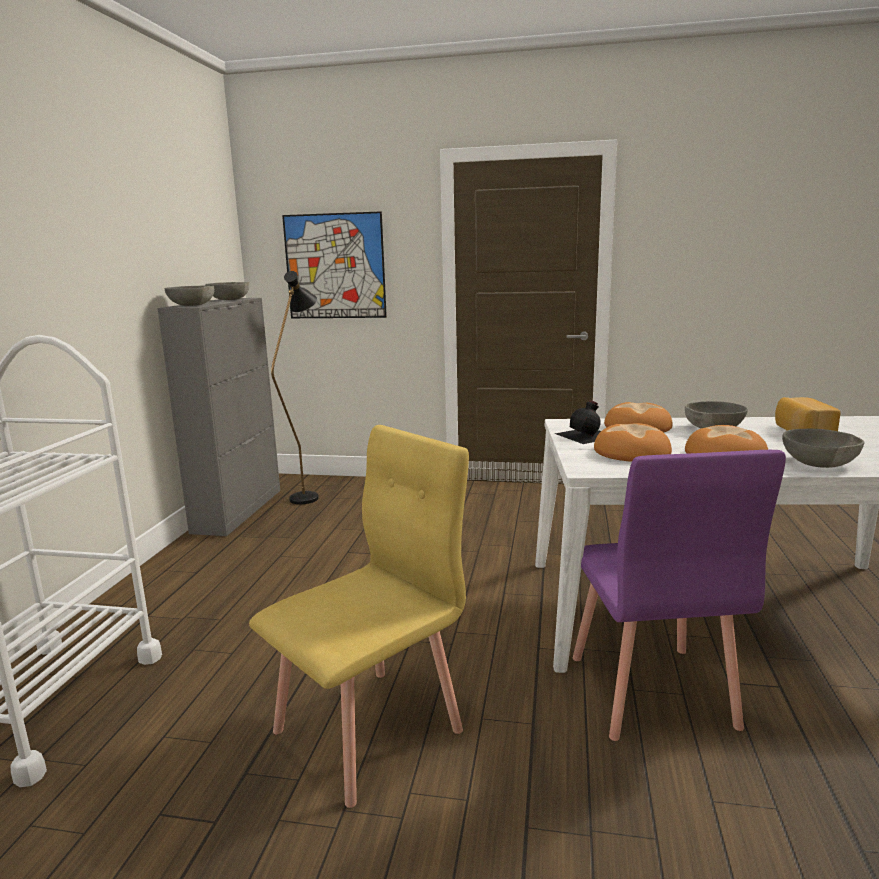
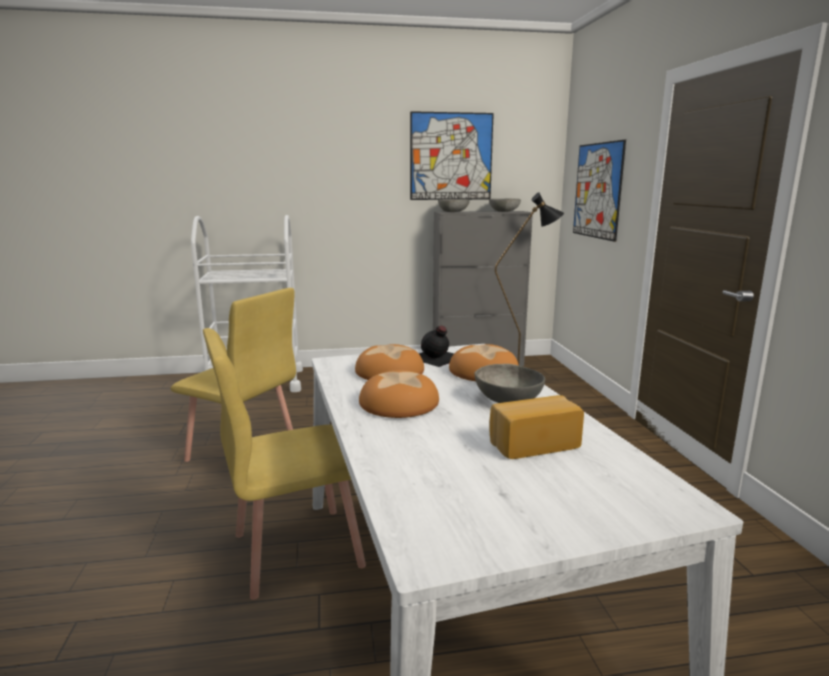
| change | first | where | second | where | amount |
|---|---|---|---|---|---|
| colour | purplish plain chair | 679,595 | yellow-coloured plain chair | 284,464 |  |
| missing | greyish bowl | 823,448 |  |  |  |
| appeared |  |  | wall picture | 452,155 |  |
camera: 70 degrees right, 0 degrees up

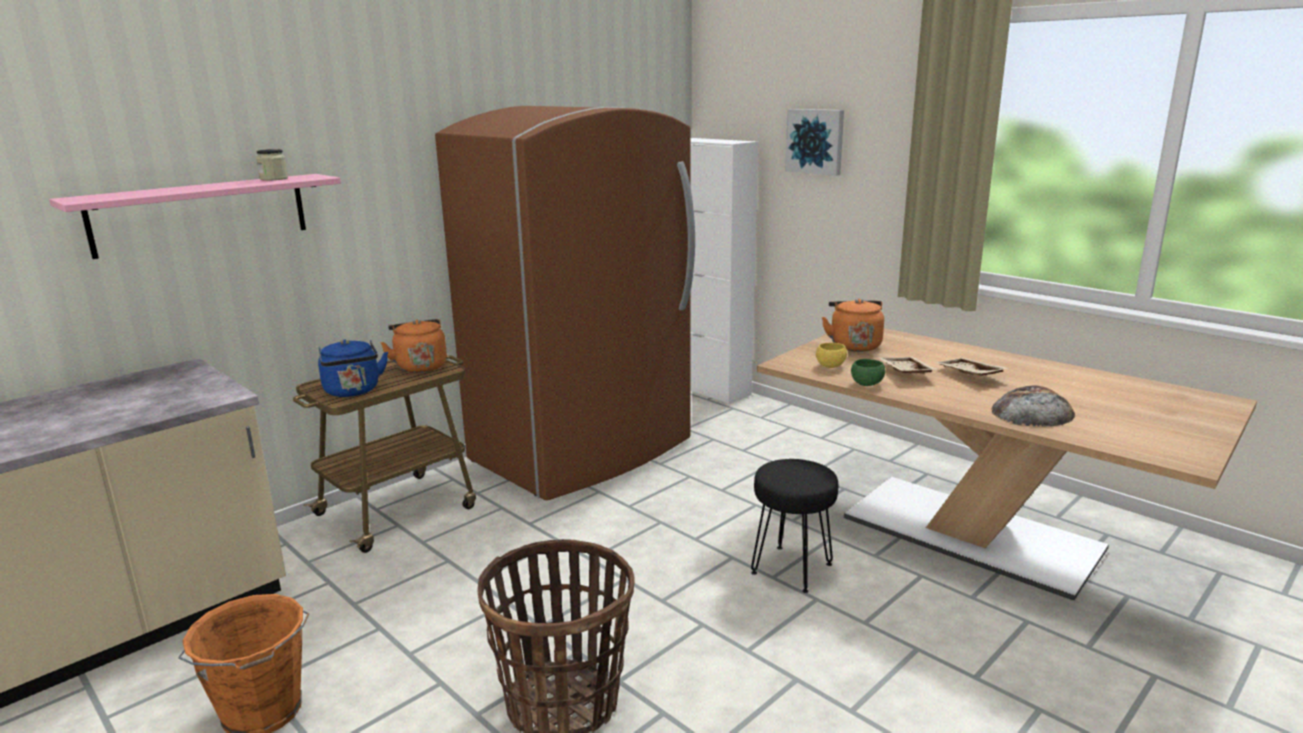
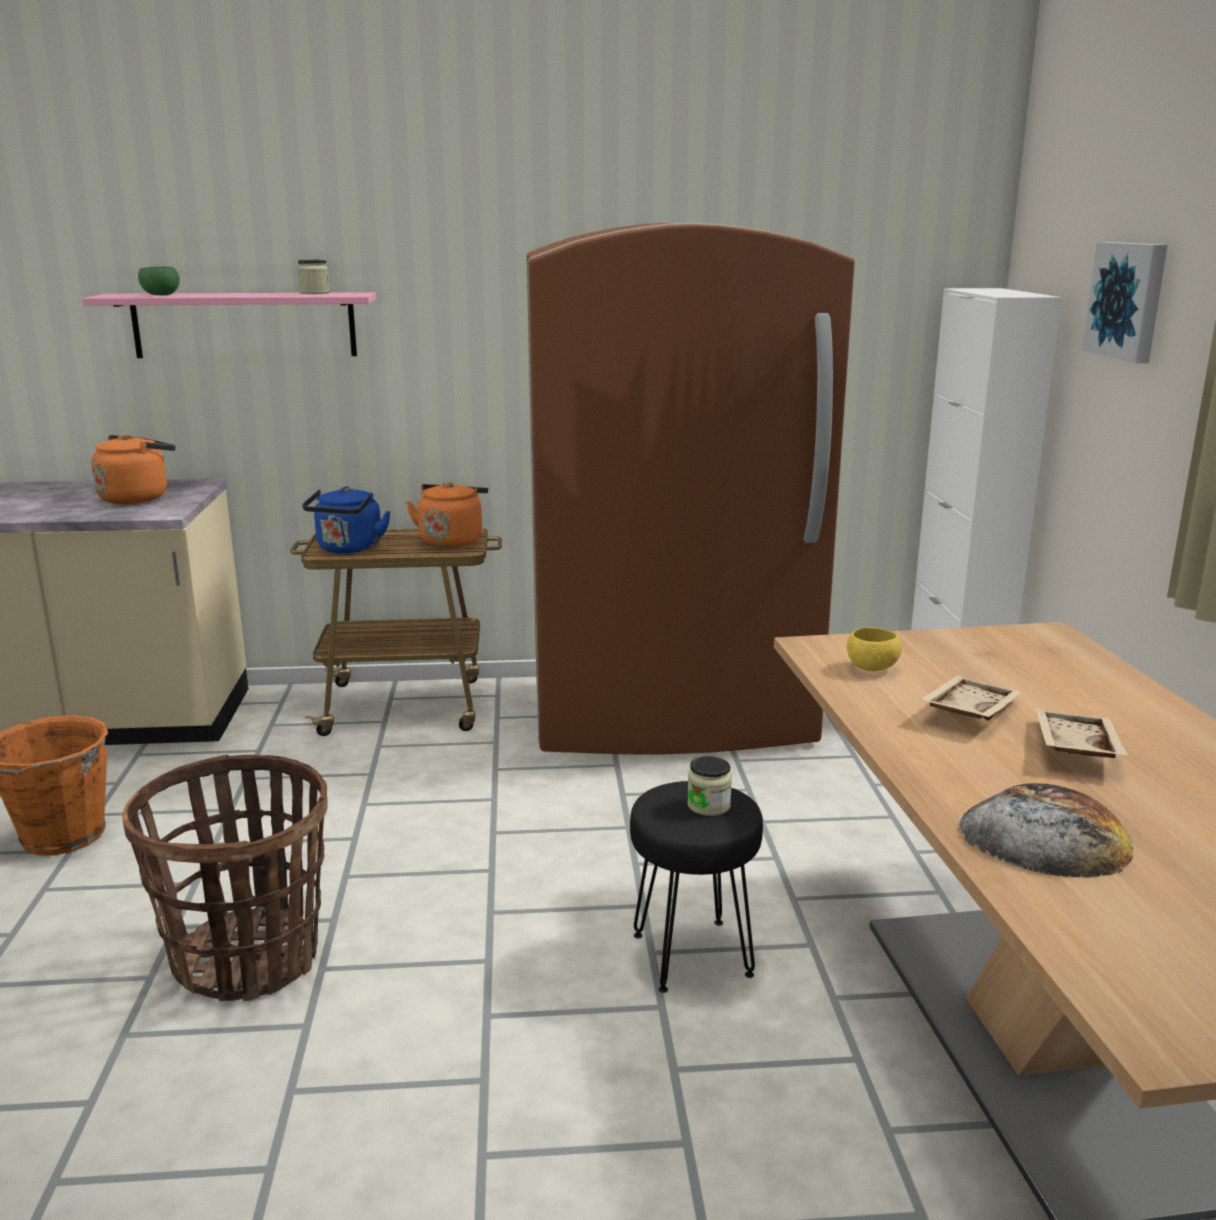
| change | first | where | second | where | amount |
|---|---|---|---|---|---|
| relocated | orange-coloured water kettle | 853,325 |  | 133,469 |  |
| relocated | greenish bowl | 868,372 |  | 159,281 |  |
| appeared |  |  | preserve jar | 709,786 |  |
camera: 40 degrees right, 0 degrees up

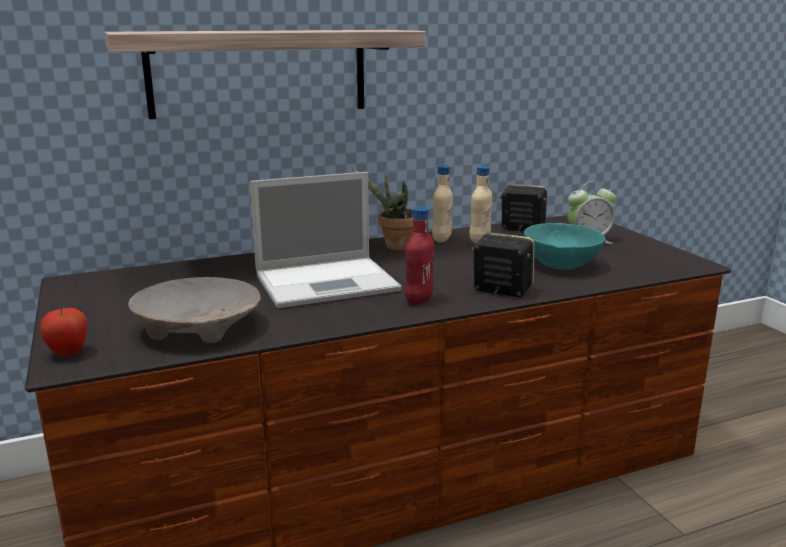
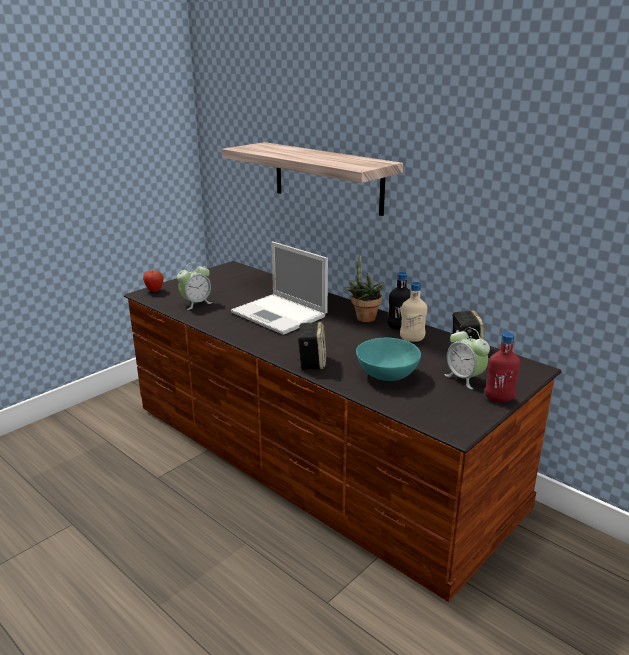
| change | first | where | second | where | amount |
|---|---|---|---|---|---|
| exchanged | sand-coloured bowl | 194,310 | bedside clock | 195,286 |  |
| relocated | reddish drink bottle | 419,255 |  | 502,367 |  |
| colour | sand-coloured drink bottle | 442,204 | black-coloured drink bottle | 399,300 |  |
camera: 65 degrees right, 5 degrees up

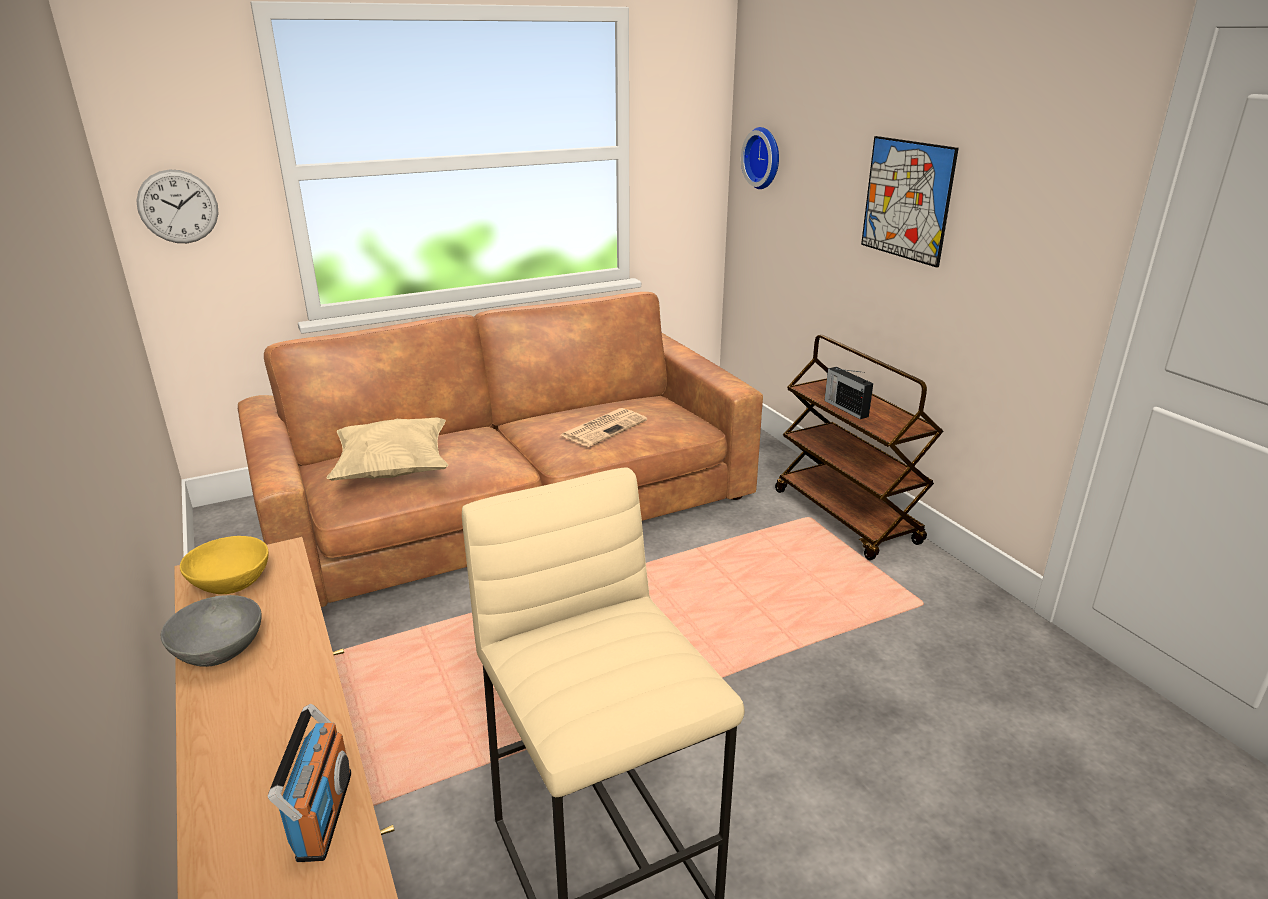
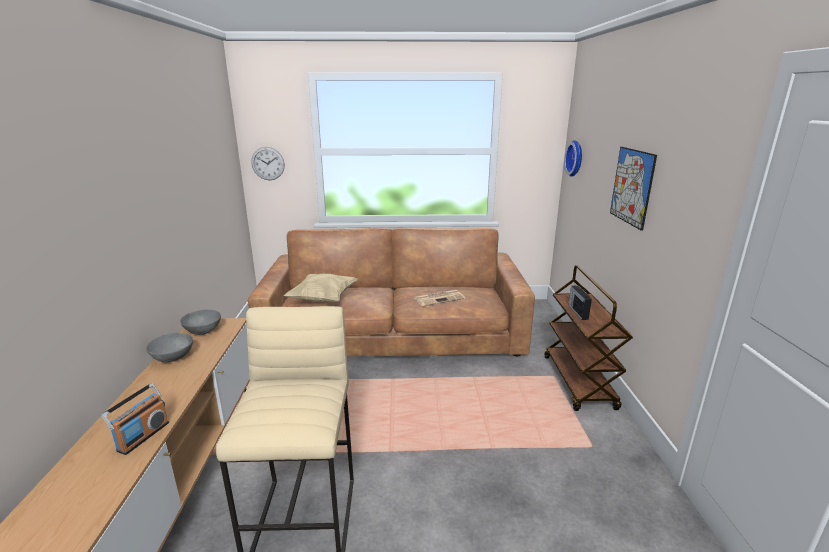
| change | first | where | second | where | amount |
|---|---|---|---|---|---|
| colour | yellow-coloured bowl | 224,565 | greyish bowl | 200,322 |  |
camera: 25 degrees right, 5 degrees down

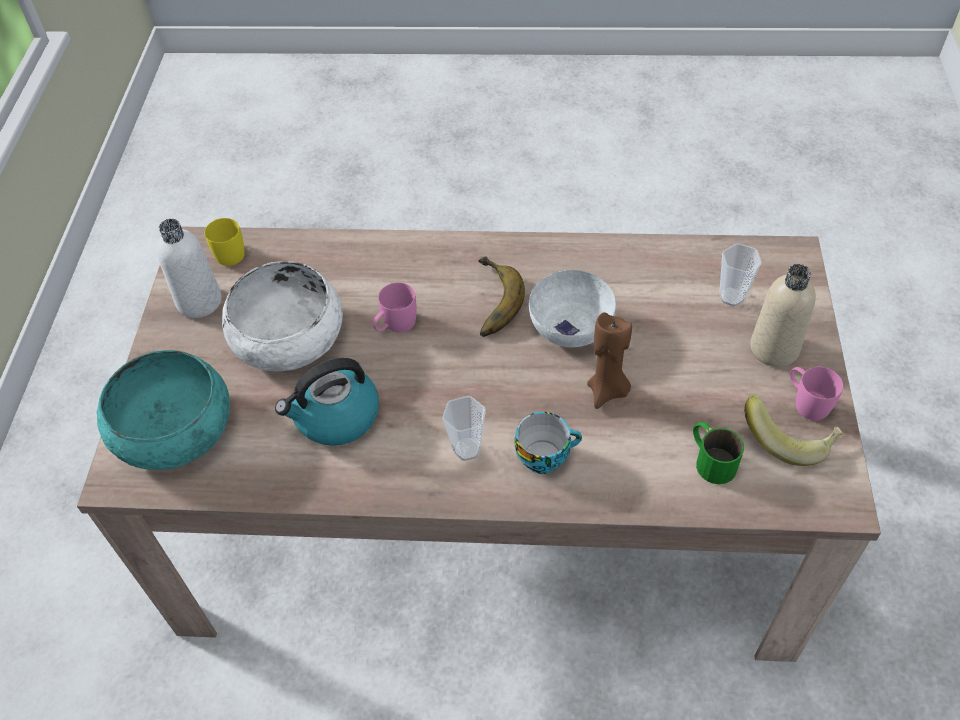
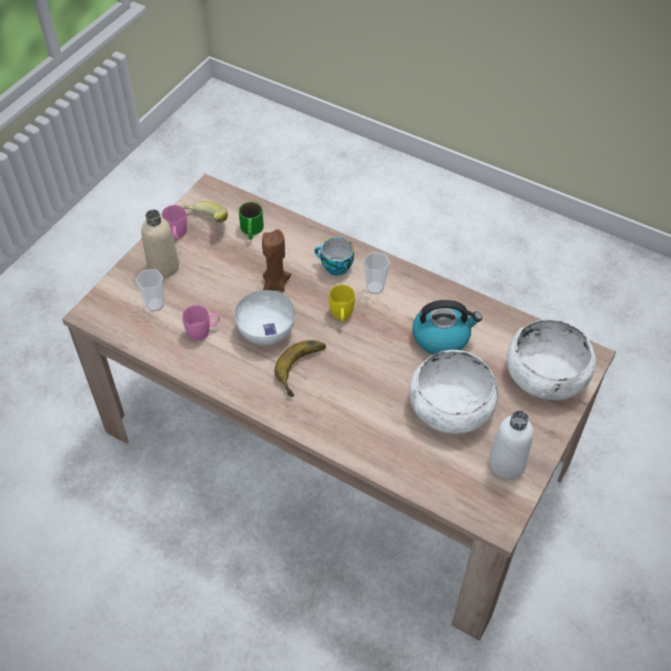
| change | first | where | second | where | amount |
|---|---|---|---|---|---|
| colour | turquoise bowl | 163,410 | whitish bowl | 551,359 |  |
| relocated | yellow-coloured mug | 225,242 |  | 342,304 |  |
| relocated | pink mug | 395,307 |  | 201,323 |  |
camera: 155 degrees left, 0 degrees up

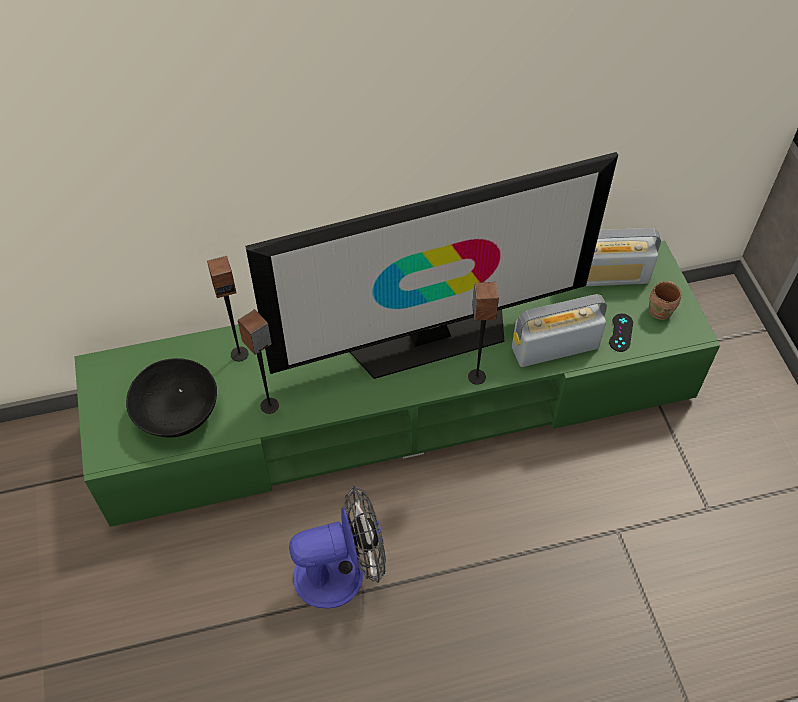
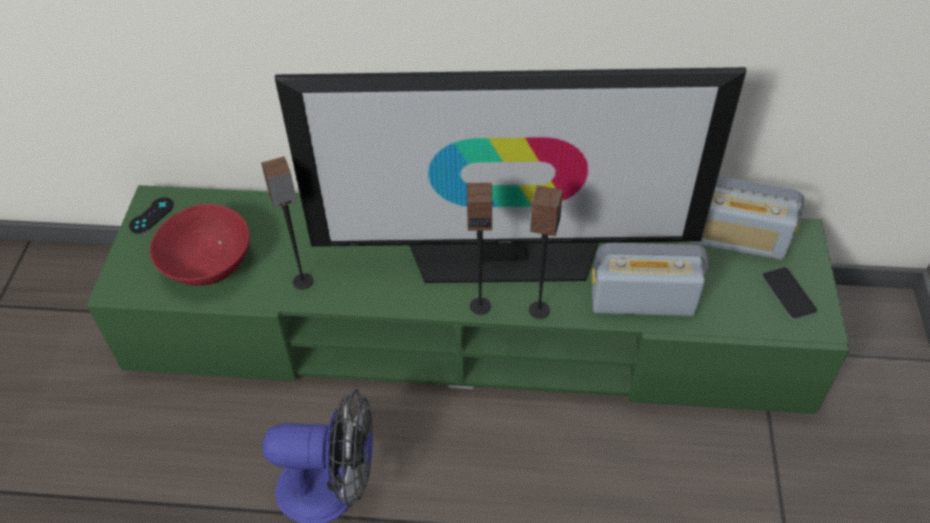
| change | first | where | second | where | amount |
|---|---|---|---|---|---|
| colour | black-coloured bowl | 171,398 | reddish bowl | 200,245 |  |
| relocated | audio speaker | 228,308 |  | 479,248 |  |
| relocated | black-coloured gamepad | 621,333 |  | 151,215 |  |
| exchanged | brown mug | 665,300 | handset | 789,293 |  |
camera: 20 degrees right, 5 degrees down

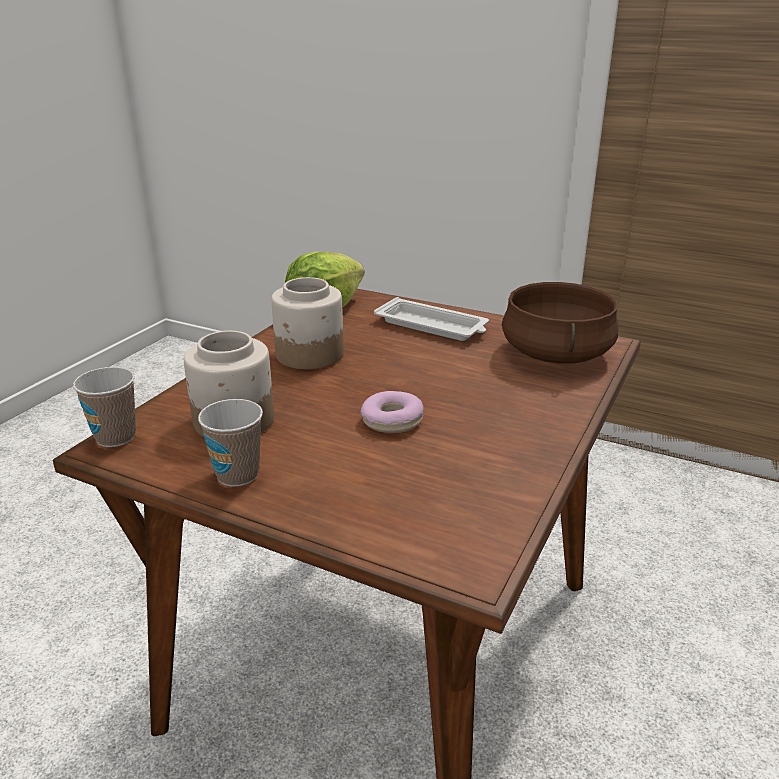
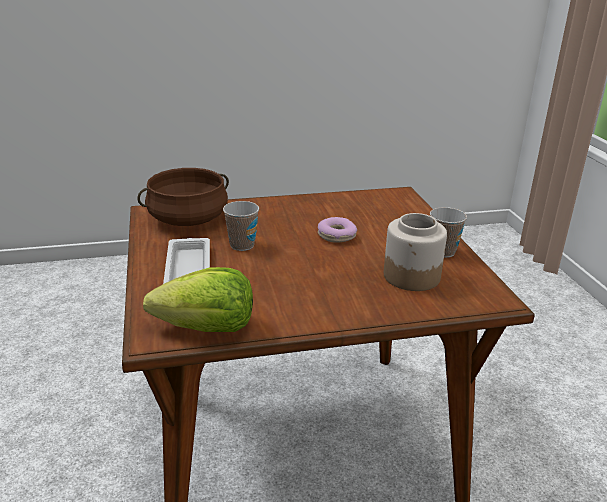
| change | first | where | second | where | amount |
|---|---|---|---|---|---|
| relocated | drinking cup | 104,407 |  | 241,226 |  |
| missing | preserve jar | 307,323 |  |  |  |
camera: 130 degrees left, 0 degrees up

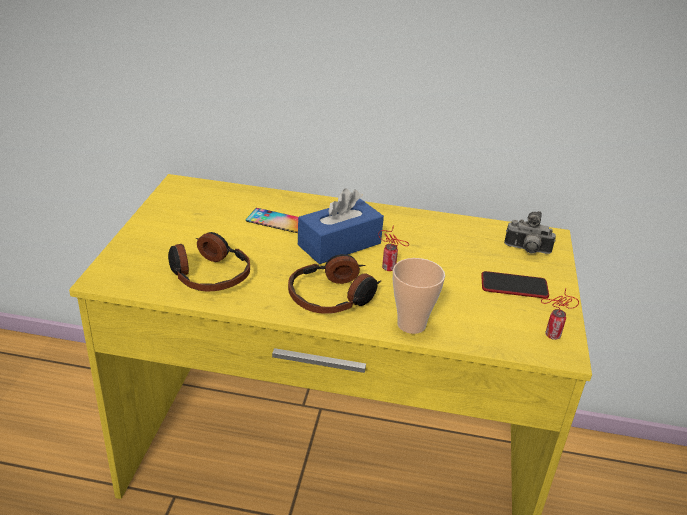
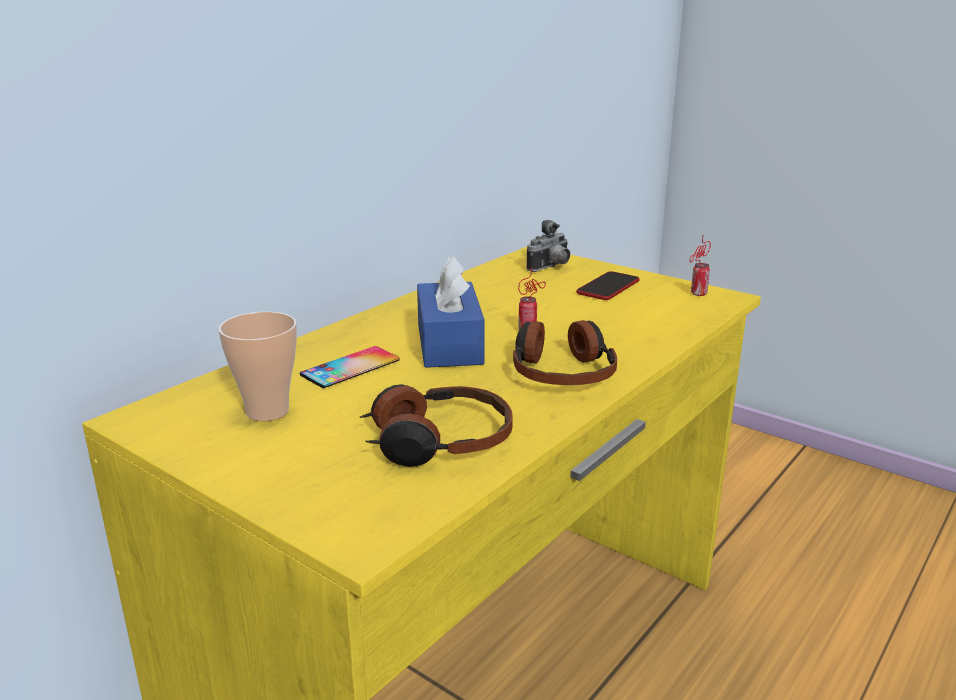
| change | first | where | second | where | amount |
|---|---|---|---|---|---|
| relocated | drinking cup | 419,296 |  | 258,366 |  |
camera: 60 degrees left, 10 degrees down

